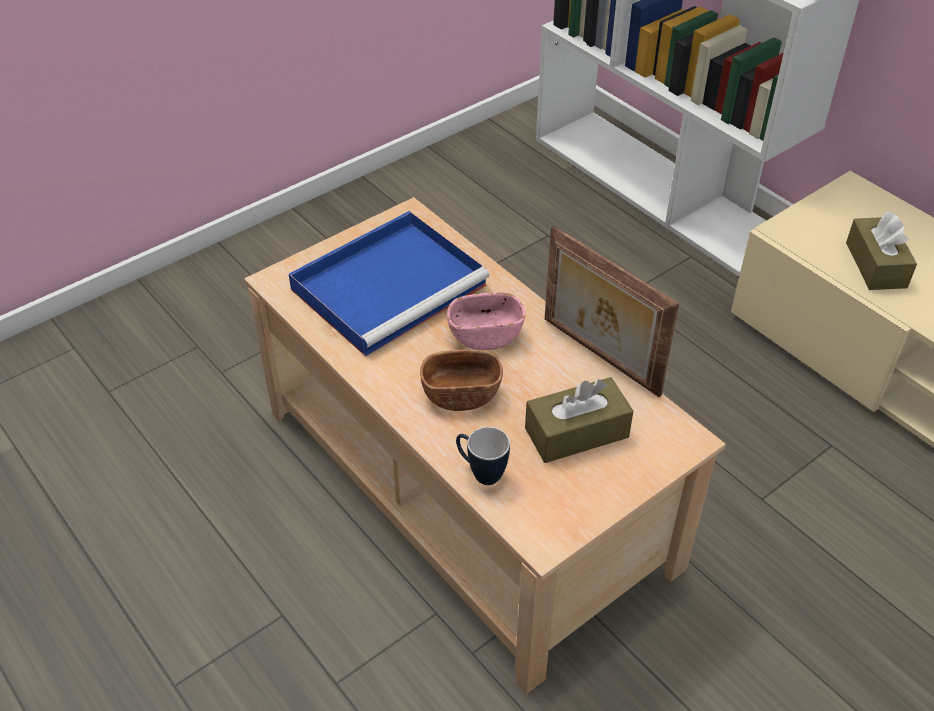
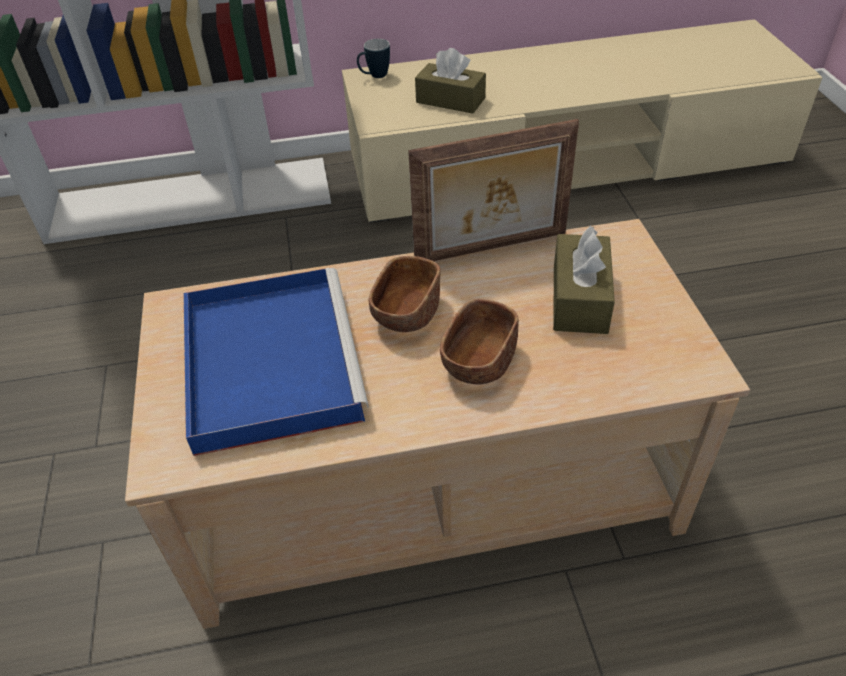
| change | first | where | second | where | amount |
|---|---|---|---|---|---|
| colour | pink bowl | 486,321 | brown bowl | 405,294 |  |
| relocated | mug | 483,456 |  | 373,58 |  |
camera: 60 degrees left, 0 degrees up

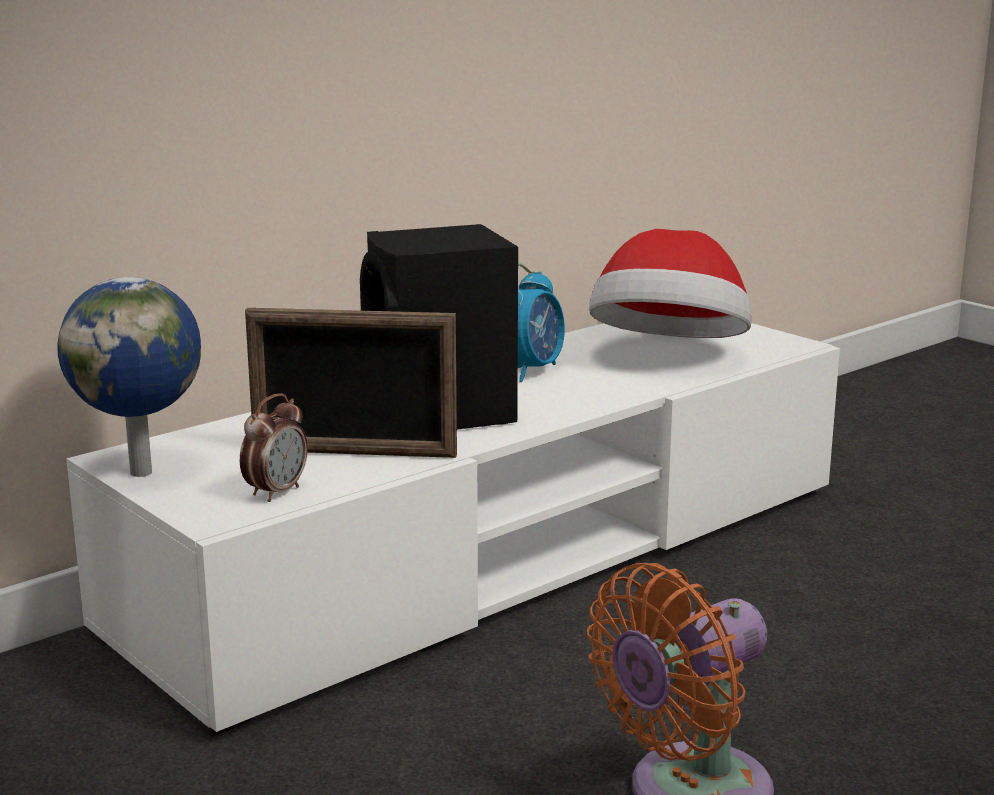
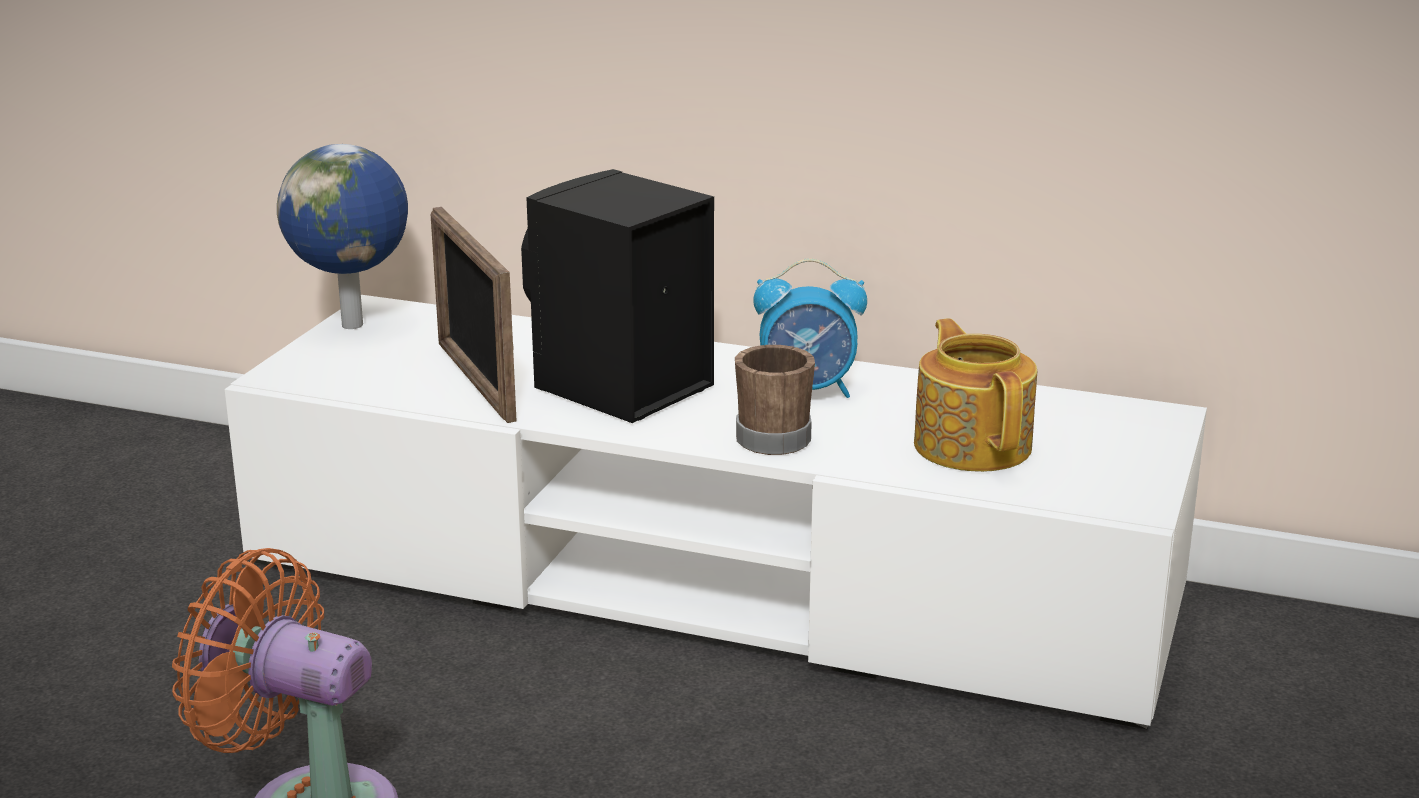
| change | first | where | second | where | amount |
|---|---|---|---|---|---|
| missing | bedside clock | 274,447 |  |  |  |
| exchanged | wearable hat | 670,283 | tea pot | 975,395 |  |
| appeared |  |  | brown mug | 775,400 |  |
camera: 60 degrees right, 5 degrees up

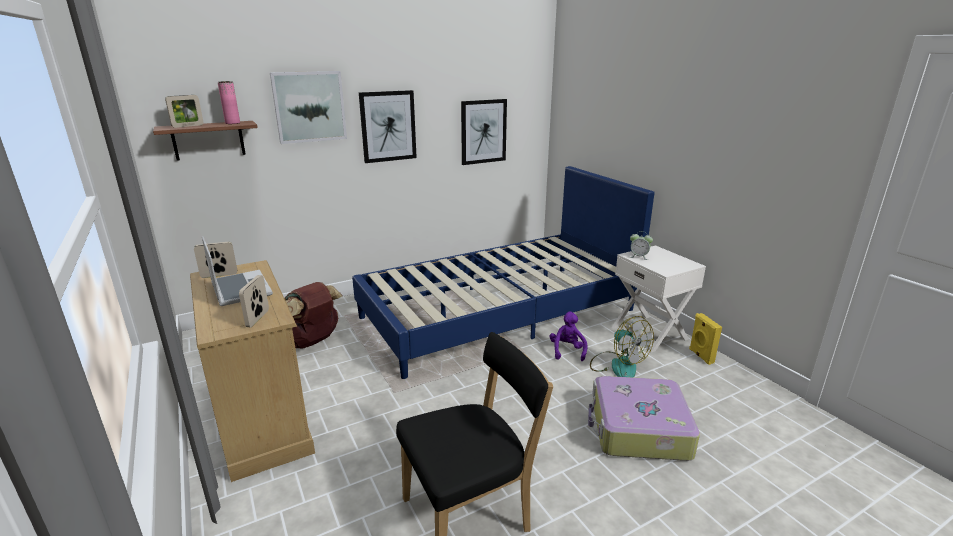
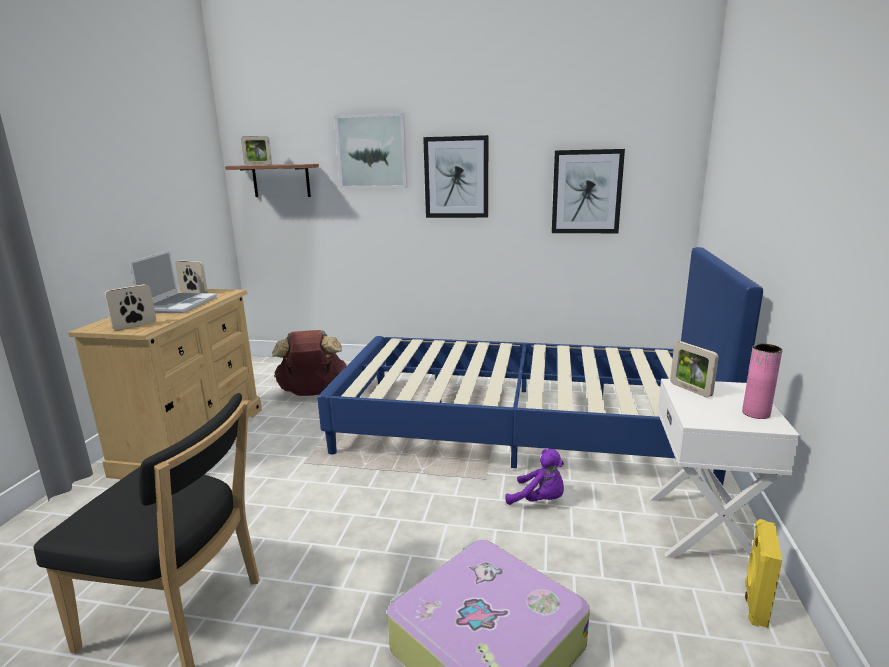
| change | first | where | second | where | amount |
|---|---|---|---|---|---|
| relocated | pink flower vase | 229,102 |  | 762,381 |  |
| spun | purplish cuddly toy | 568,336 |  | 534,477 | 75 degrees clockwise |
| missing | electric fan | 622,347 |  |  |  |
| exchanged | bedside clock | 641,245 | standing frame | 694,369 |  |
camera: 40 degrees right, 5 degrees down

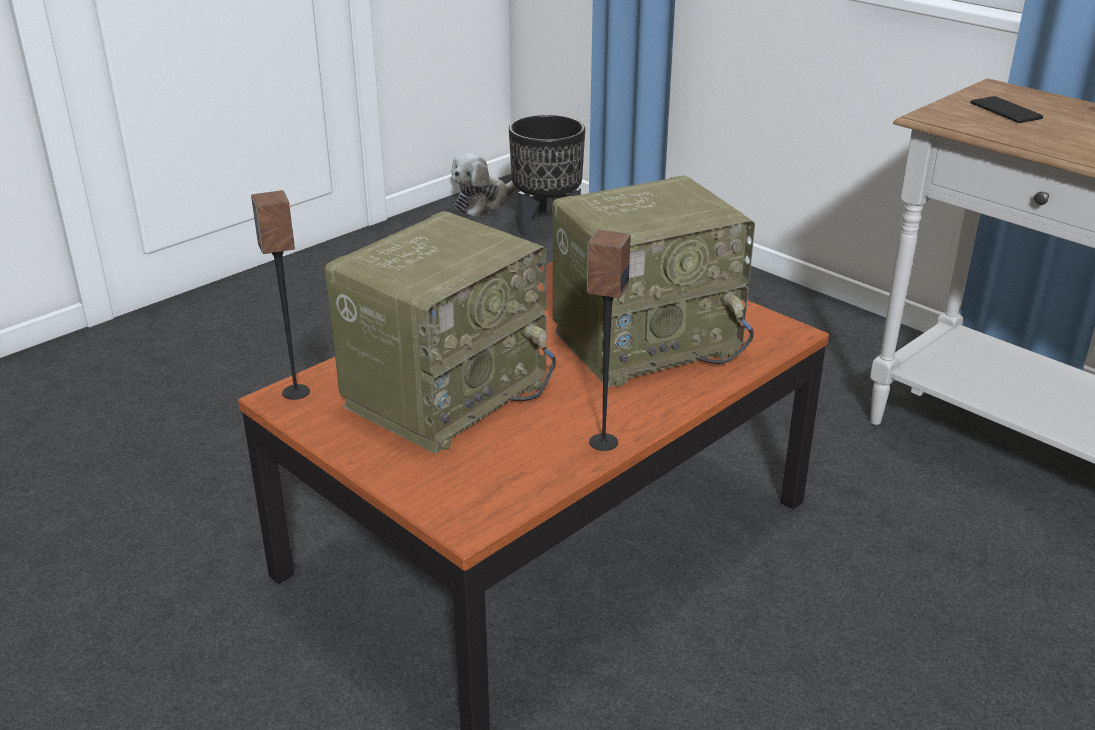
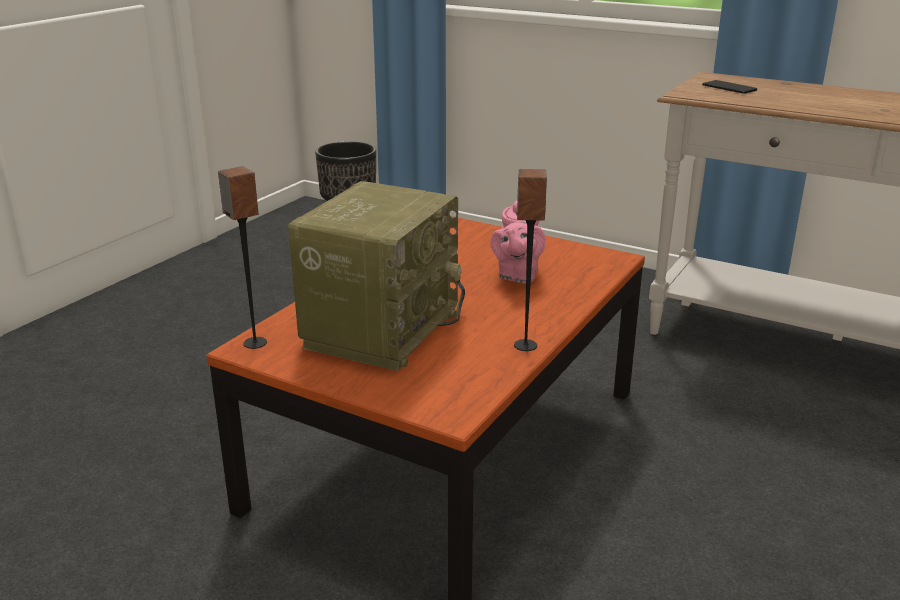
| change | first | where | second | where | amount |
|---|---|---|---|---|---|
| missing | cuddly toy | 484,184 |  |  |  |
| exchanged | radio | 653,281 | pink tea pot | 518,242 |  |
camera: 15 degrees left, 5 degrees down

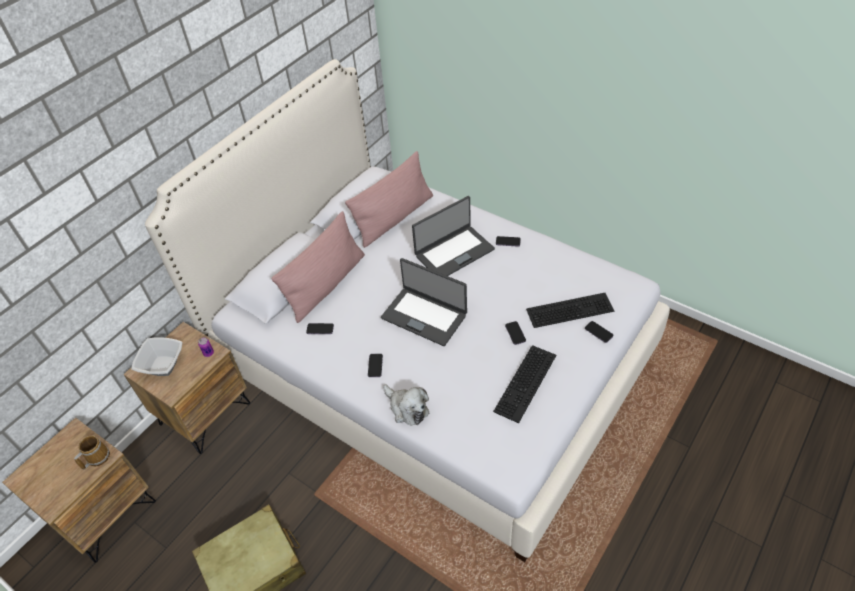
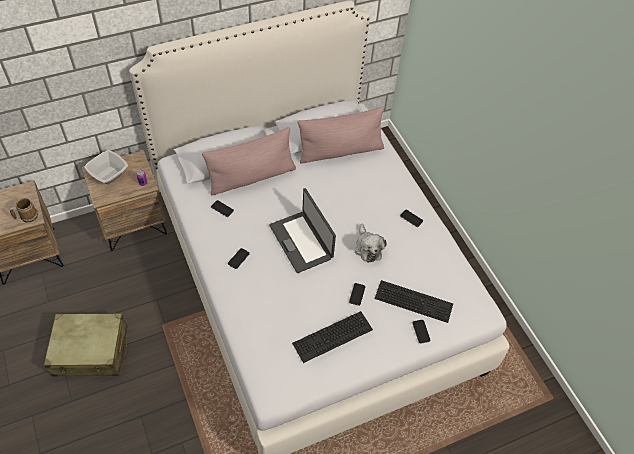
| change | first | where | second | where | amount |
|---|---|---|---|---|---|
| relocated | cuddly toy | 406,405 |  | 371,243 |  |
| missing | portable computer | 453,236 |  |  |  |
camera: 25 degrees right, 5 degrees up

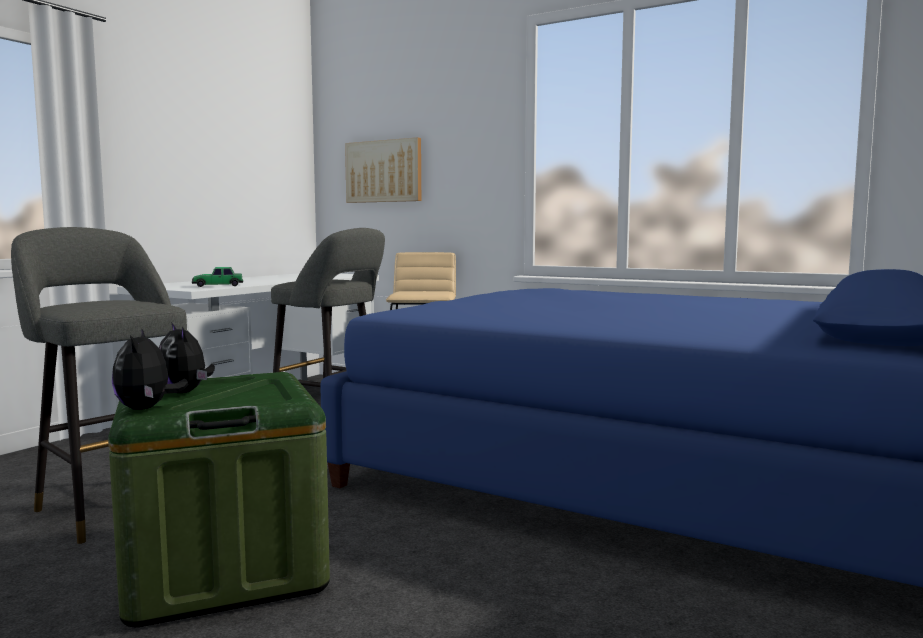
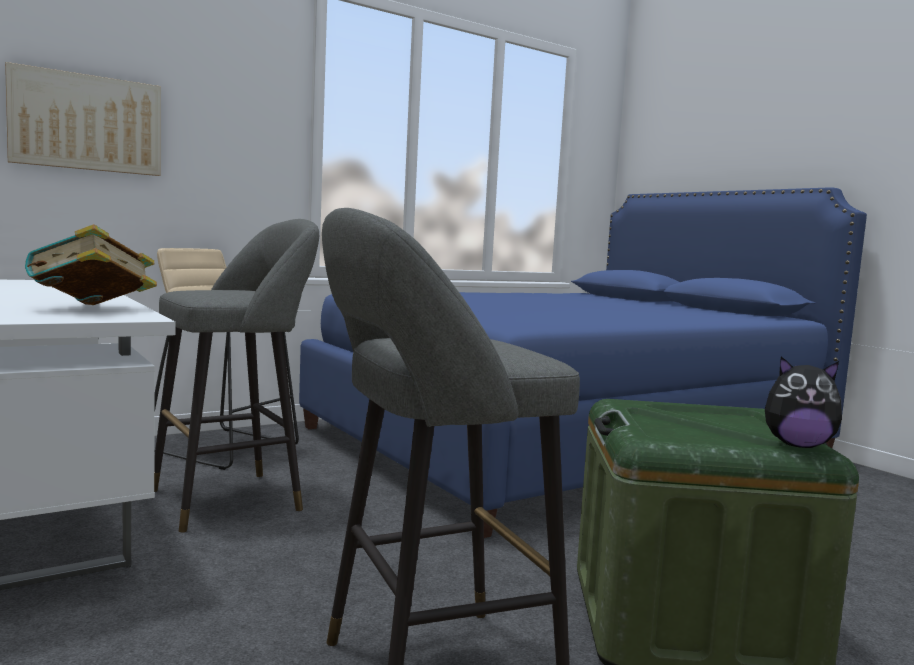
| change | first | where | second | where | amount |
|---|---|---|---|---|---|
| missing | cuddly toy | 187,357 |  |  |  |
| exchanged | miniature car | 217,277 | volume | 91,264 |  |
camera: 65 degrees left, 0 degrees up

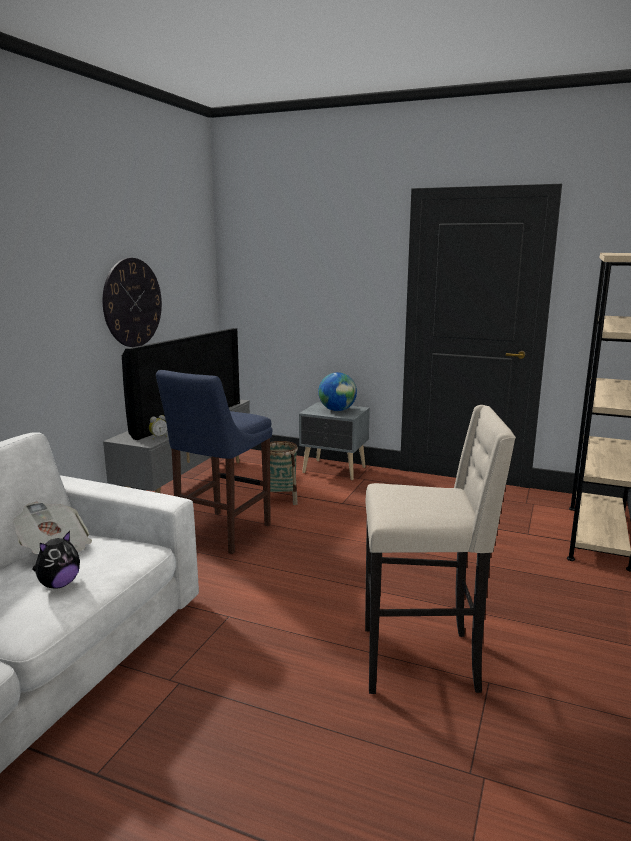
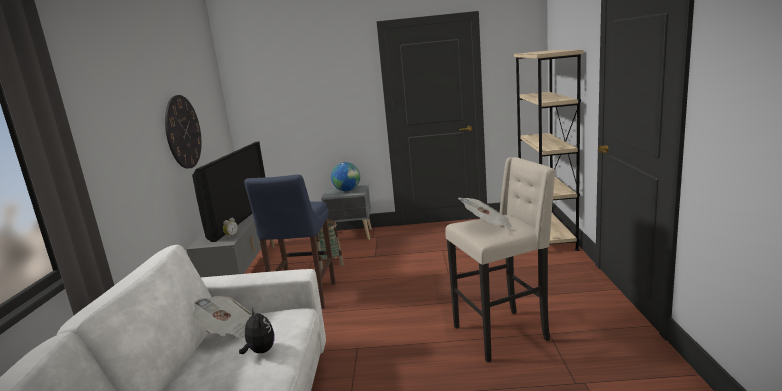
| change | first | where | second | where | amount |
|---|---|---|---|---|---|
| spun | cuddly toy | 56,560 |  | 257,331 | 45 degrees counterclockwise |
| appeared |  |  | newspaper | 486,213 |  |
camera: 20 degrees left, 0 degrees up

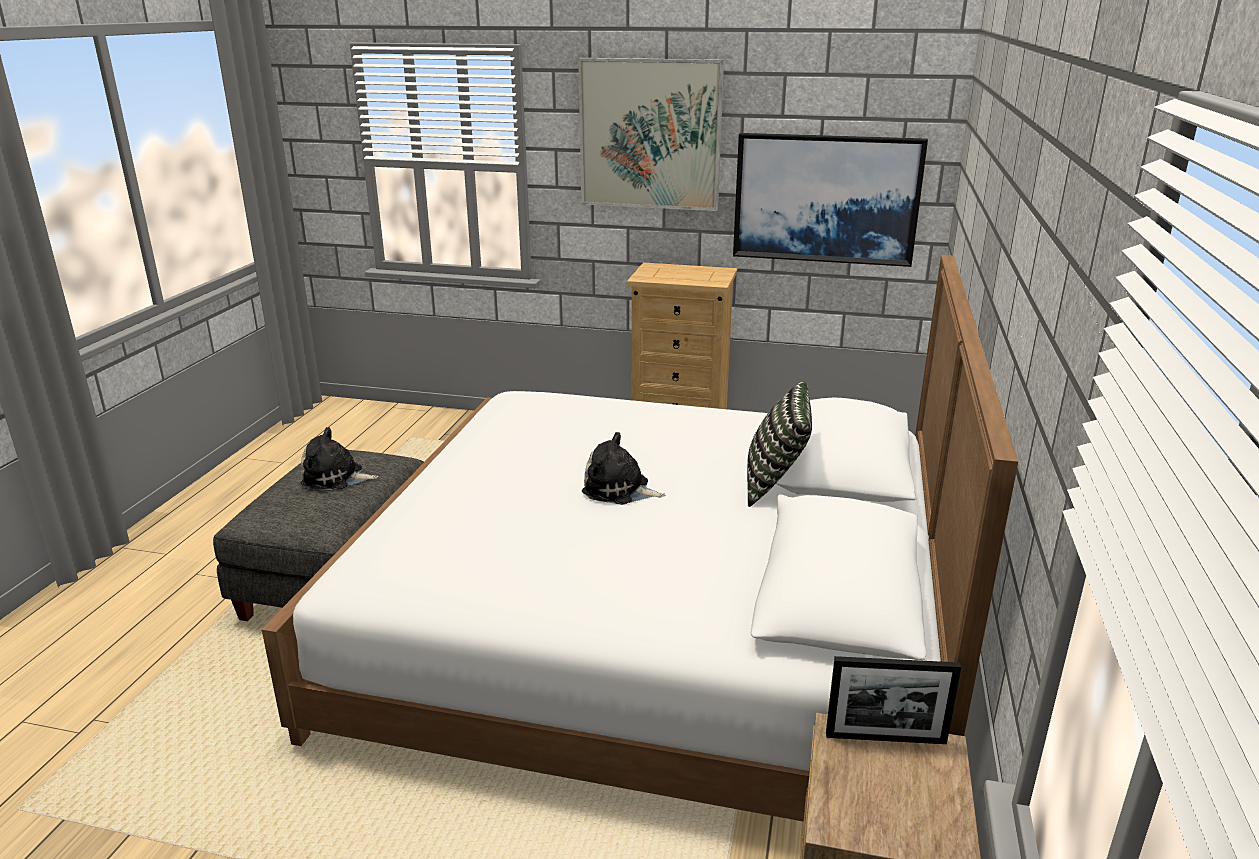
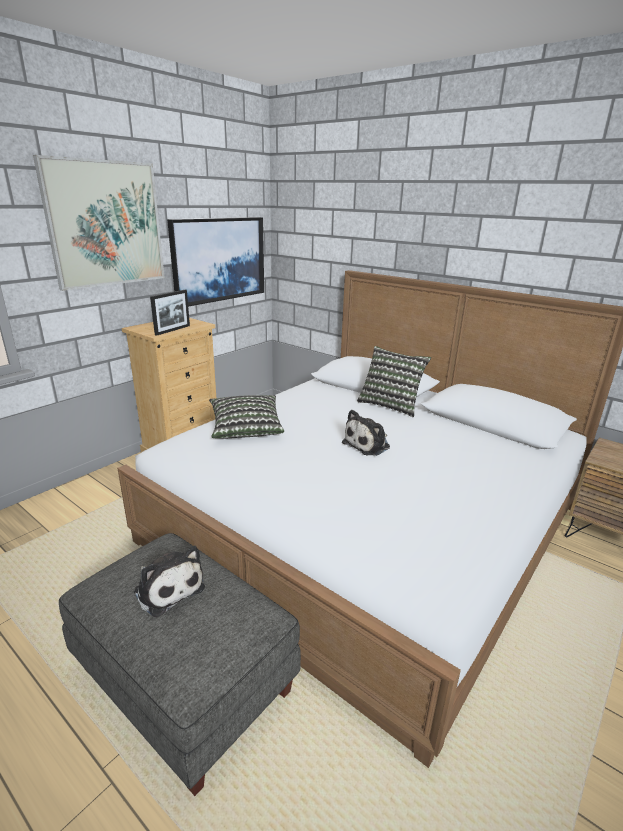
| change | first | where | second | where | amount |
|---|---|---|---|---|---|
| spun | cuddly toy | 339,458 |  | 169,581 | 75 degrees counterclockwise |
| relocated | standing frame | 893,700 |  | 170,313 |  |
| appeared |  |  | cushion | 246,416 |  |
camera: 65 degrees left, 0 degrees up

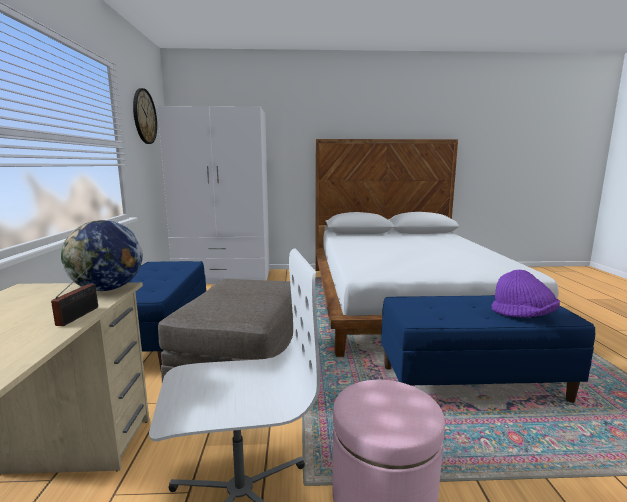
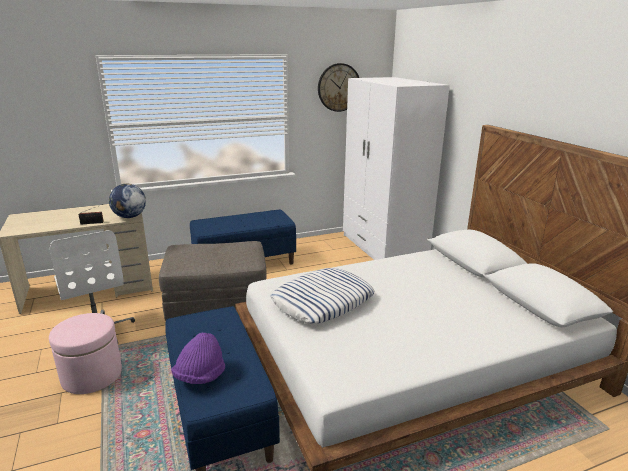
| change | first | where | second | where | amount |
|---|---|---|---|---|---|
| appeared |  |  | cushion | 322,296 |  |
camera: 70 degrees right, 10 degrees up

